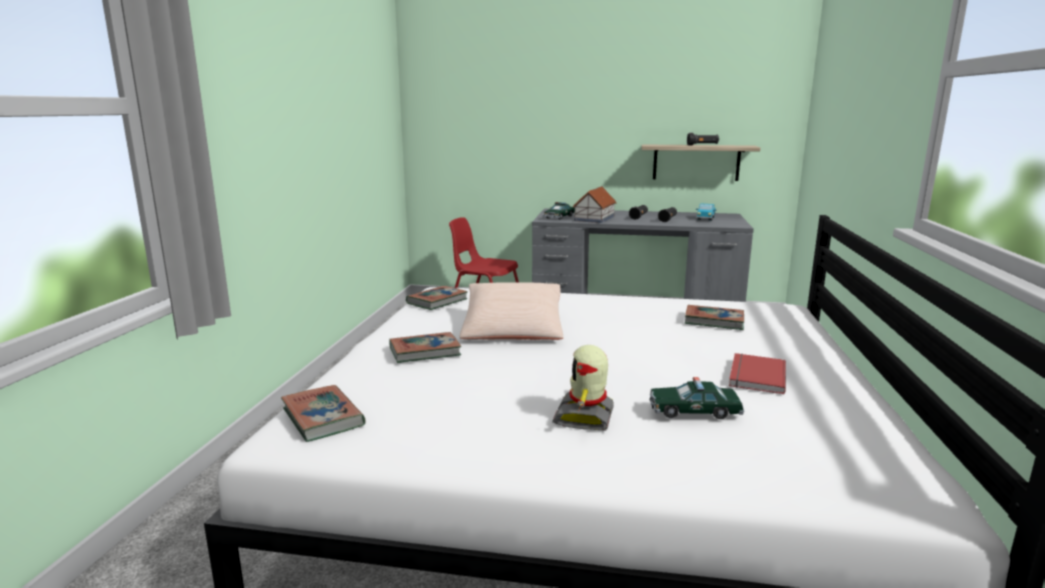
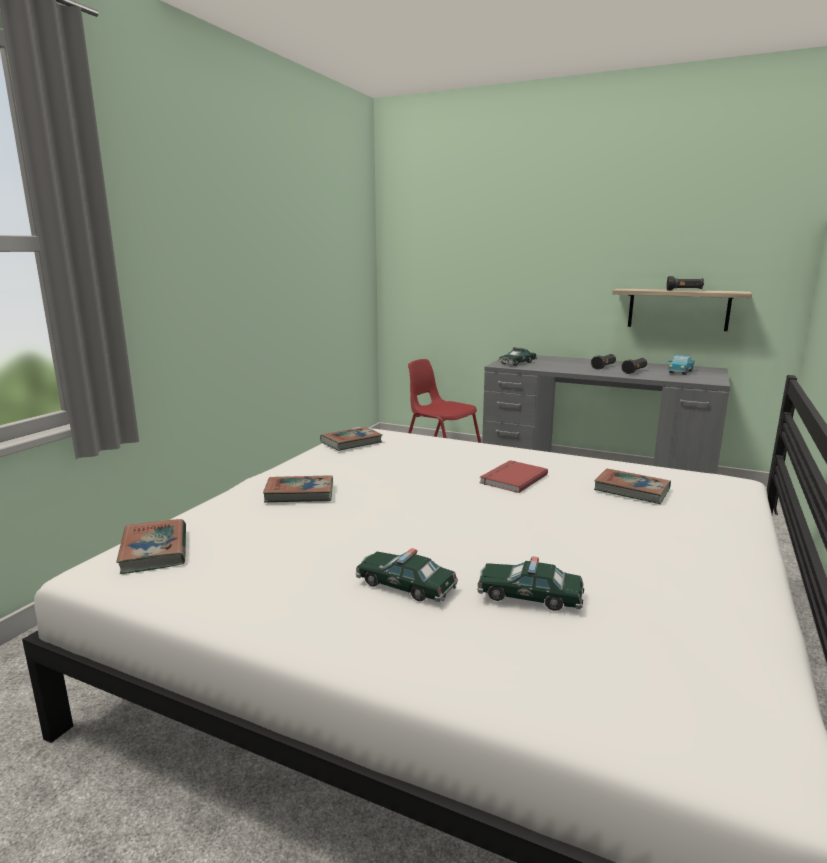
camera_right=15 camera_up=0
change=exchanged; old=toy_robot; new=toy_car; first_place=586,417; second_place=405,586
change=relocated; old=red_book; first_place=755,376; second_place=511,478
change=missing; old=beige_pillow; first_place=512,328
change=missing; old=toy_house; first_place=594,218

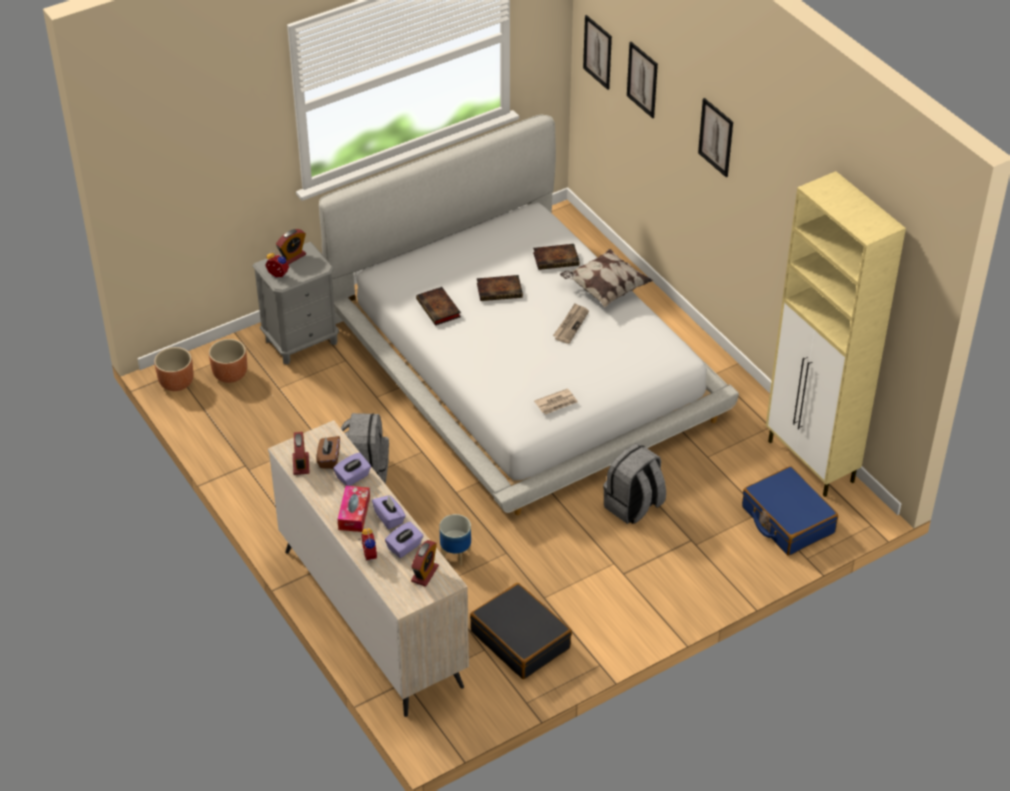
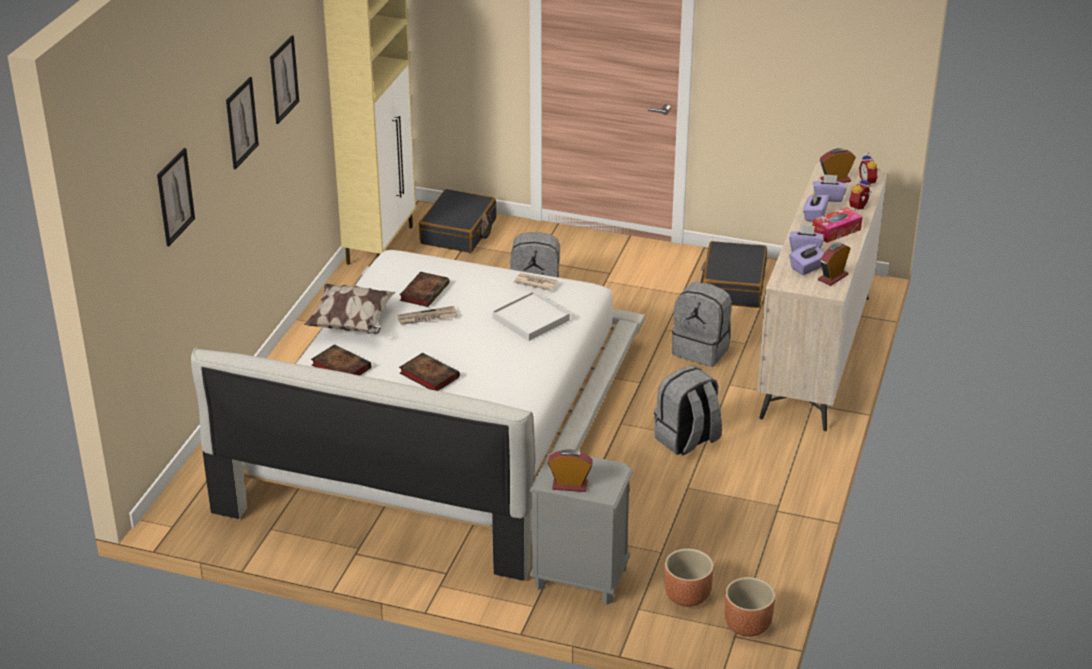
camera_right=-130 camera_up=-10
change=relocated; old=picture; first_place=597,52; second_place=284,79
change=relocated; old=book; first_place=439,309; second_place=424,291
change=colour; old=blue_suitcase; new=black_suitcase; first_place=787,520; second_place=459,232
change=appeared; new=white_tray; second_place=531,319
change=exchanged; old=planter; new=grey_backpack; first_place=455,554; second_place=702,350
change=colour; old=brown_tissue_box; new=purple_tissue_box; first_place=329,459; second_place=807,268
change=relocated; old=alarm_clock; first_place=277,275; second_place=868,182

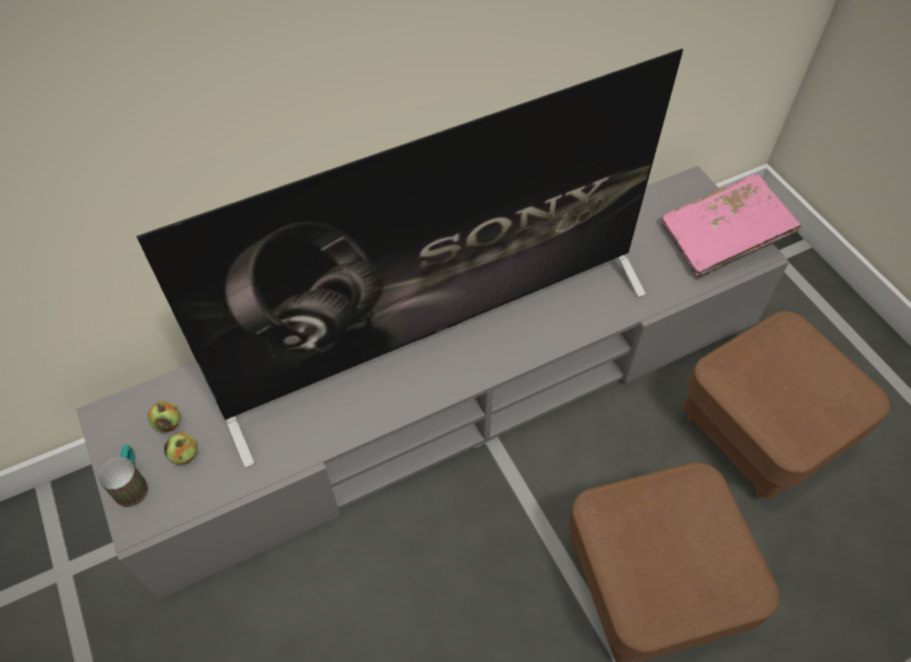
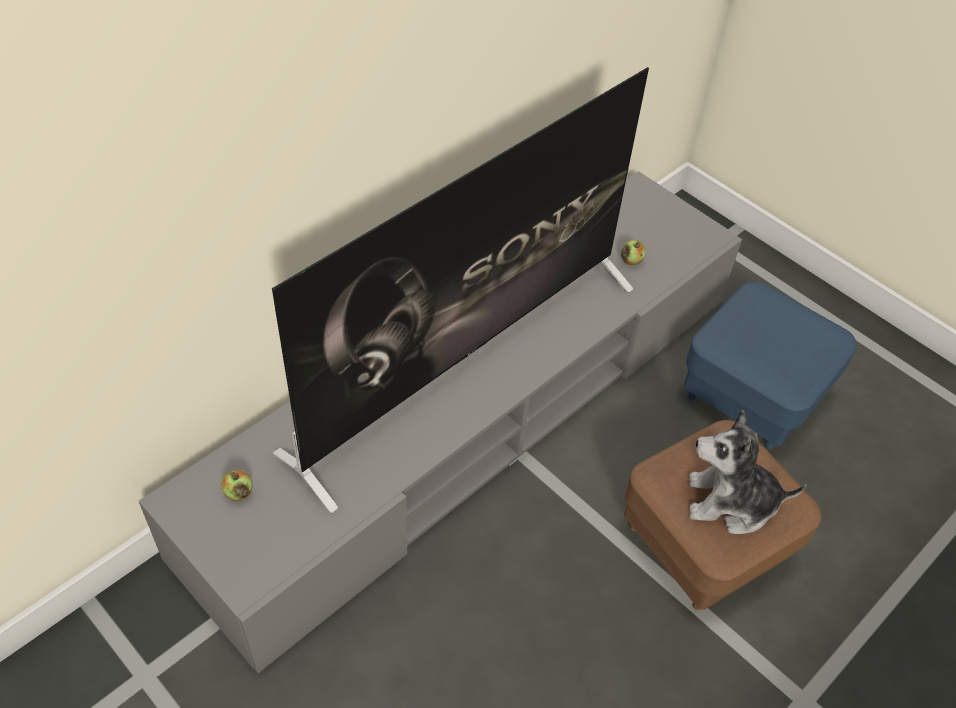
camera_right=-20 camera_up=-5
change=relocated; old=apple; first_place=185,455; second_place=631,260
change=colour; old=brown_ottoman; new=blue_ottoman; first_place=760,432; second_place=752,395
change=appeared; new=plush_toy; second_place=730,502
change=missing; old=mug; first_place=133,484
change=missing; old=pink_book; first_place=722,238

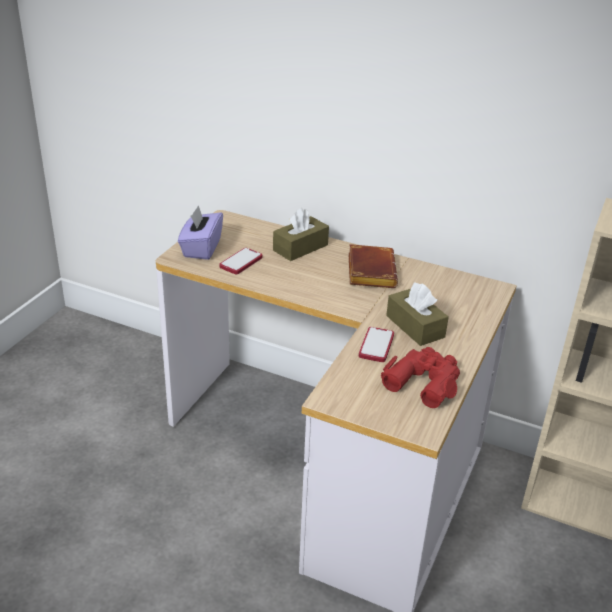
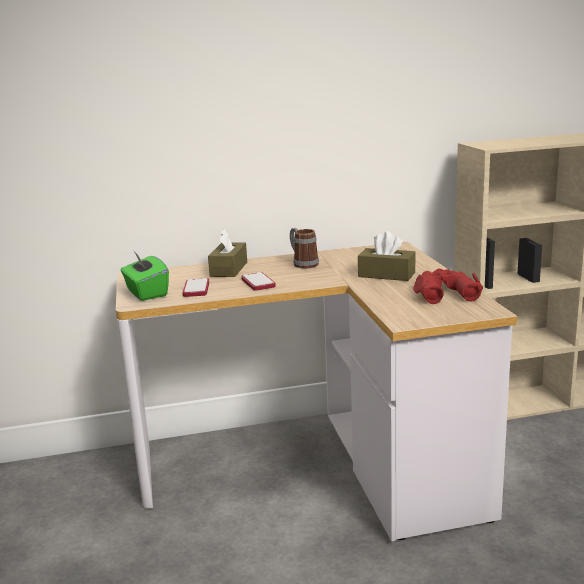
camera_right=-35 camera_up=-15
change=colour; old=purple_tissue_box; new=green_tissue_box; first_place=201,248; second_place=146,293
change=relocated; old=phone; first_place=376,346; second_place=258,283
change=exchanged; old=brown_book; new=mug; first_place=369,271; second_place=303,263

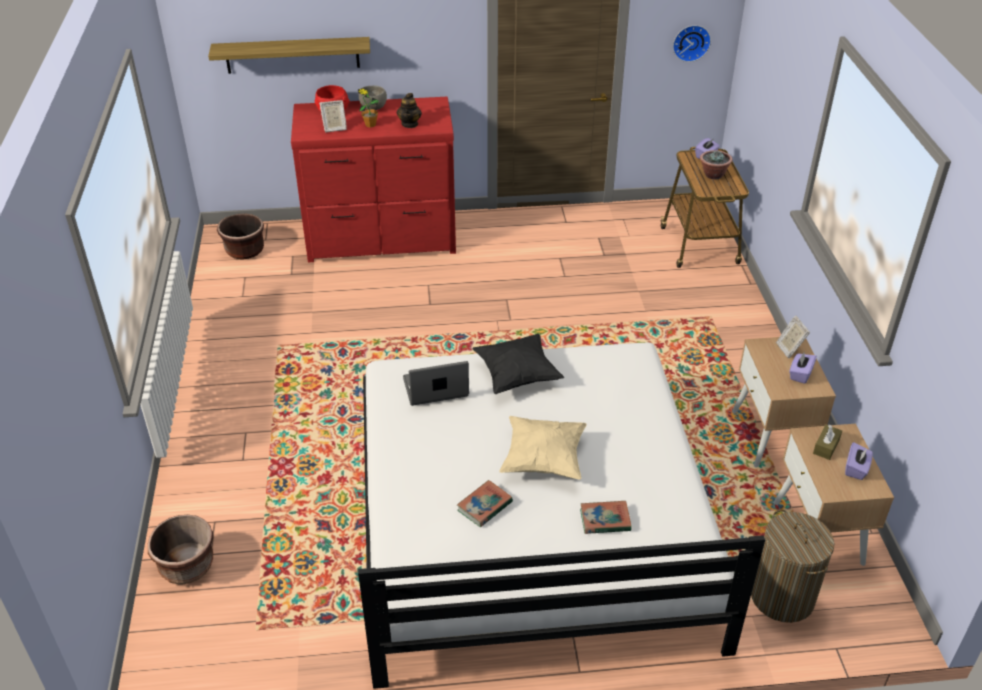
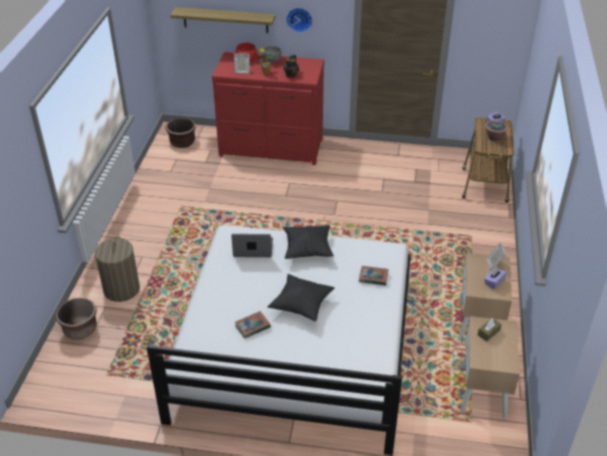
camera_right=15 camera_up=0
change=relocated; old=laundry_basket; first_place=782,597; second_place=121,289
change=colour; old=beige_pillow; new=black_pillow; first_place=543,460; second_place=301,305
change=relocated; old=wall_clock; first_place=691,42; second_place=299,19
change=relocated; old=book; first_place=605,520; second_place=373,277
change=missing; old=purple_tissue_box; first_place=856,469

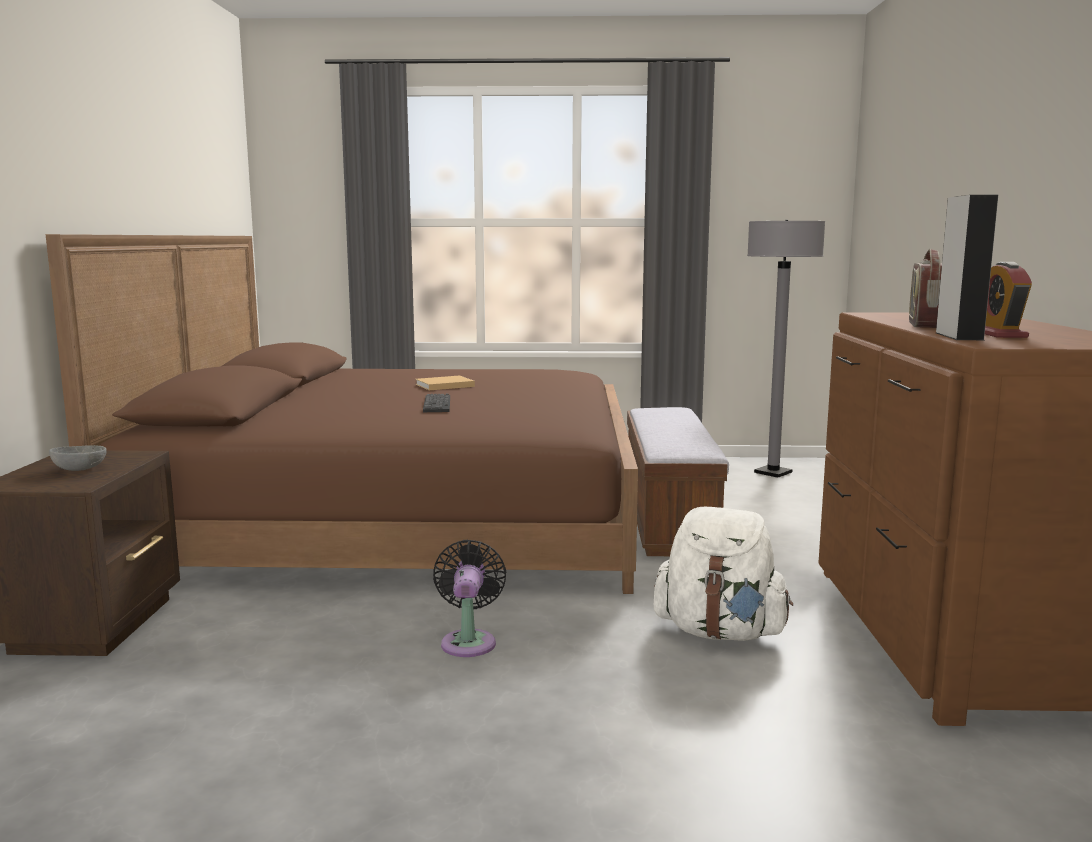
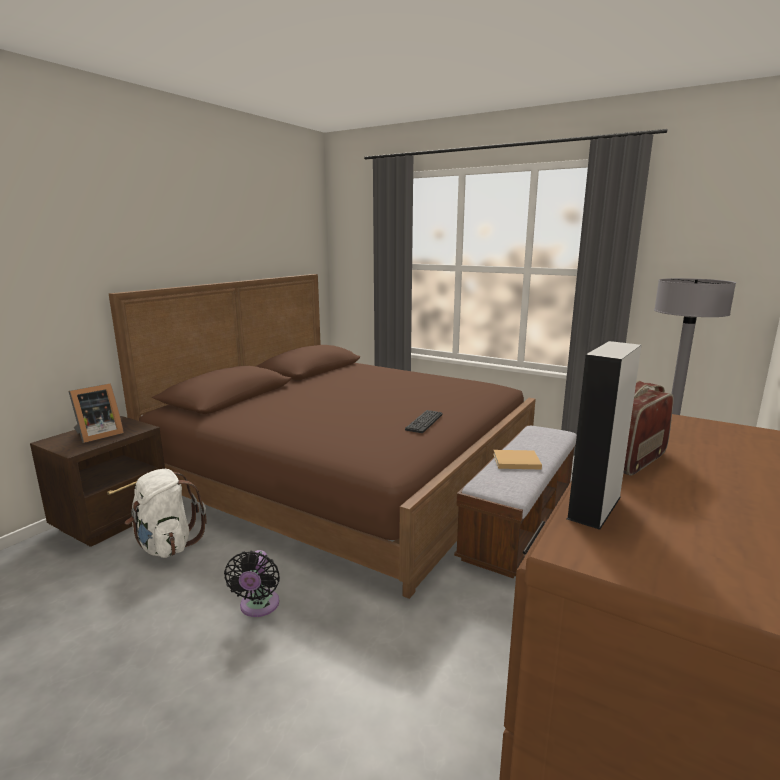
camera_right=30 camera_up=5
change=exchanged; old=grey_bowl; new=picture_frame; first_place=79,469; second_place=97,435
change=relocated; old=white_backpack; first_place=720,632; second_place=166,545
change=spun; old=black_fan; first_place=469,641; second_place=258,607; degrees=150
change=relocated; old=keyboard; first_place=437,404; second_place=424,422
change=relocated; old=beige_book; first_place=443,385; second_place=515,461
change=missing; old=alarm_clock; first_place=999,334

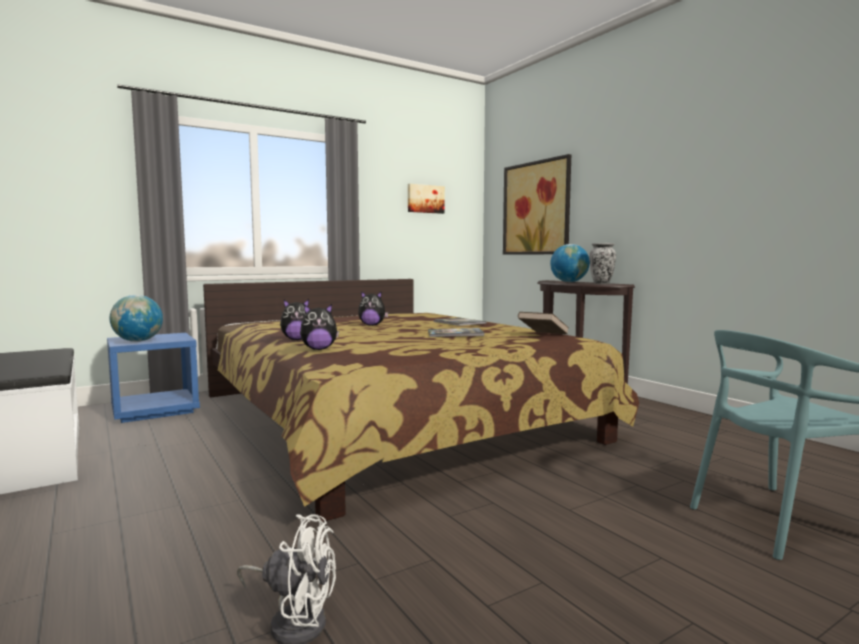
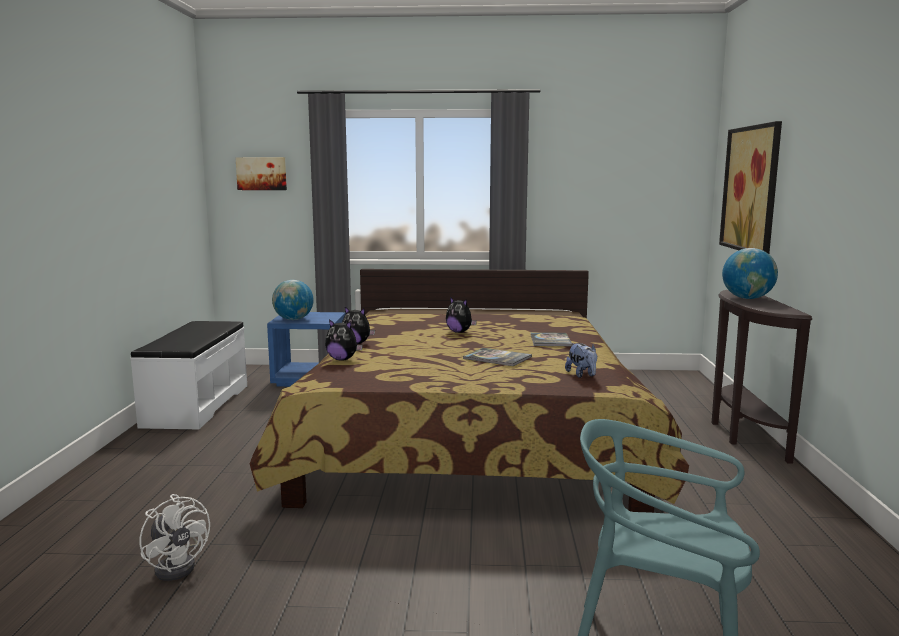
camera_right=35 camera_up=5
change=relocated; old=picture; first_place=425,199; second_place=262,173
change=exchanged; old=brown_book; new=plush_toy; first_place=543,335; second_place=582,375
change=missing; old=vase; first_place=601,283

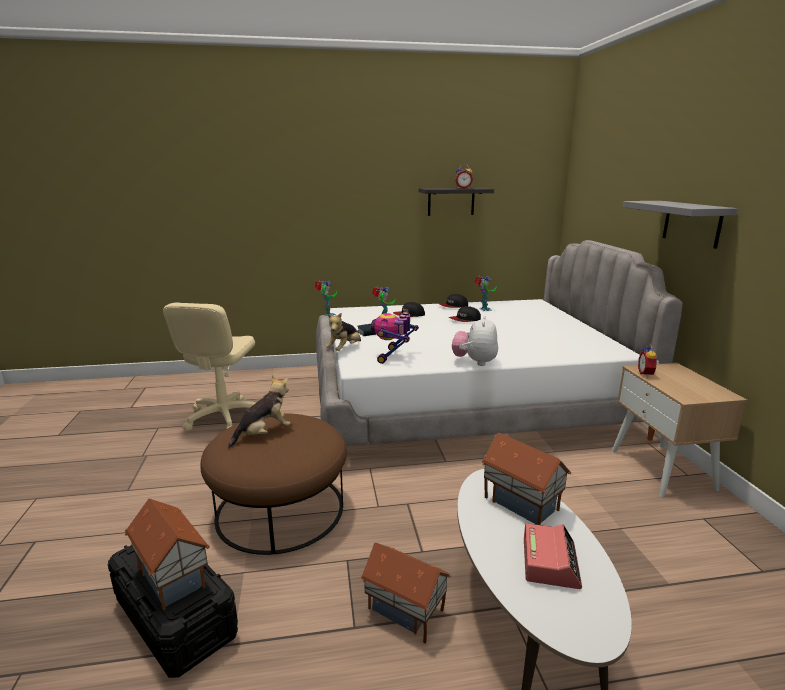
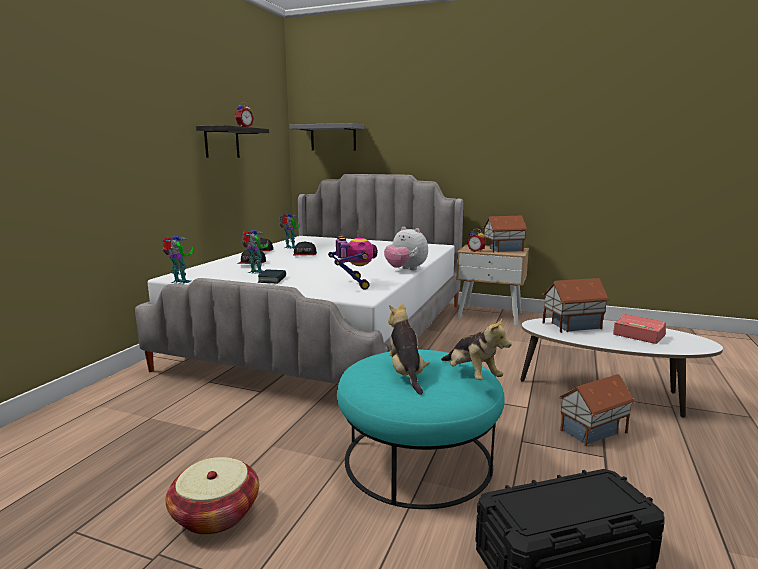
camera_right=-60 camera_up=-5
change=appeared; new=basket; second_place=216,514
change=relocated; old=grey_shelf; first_place=692,223; second_place=333,138
change=spun; old=toy_robot; first_place=393,356; second_place=353,284; degrees=-150
change=colour; old=brown_ottoman; new=turquoise_ottoman; first_place=280,509; second_place=417,459
change=relocated; old=plush_toy; first_place=344,349; second_place=472,375
change=relocated; old=toy_house; first_place=174,575; second_place=503,249
change=missing; old=beige_office_chair; first_place=223,417

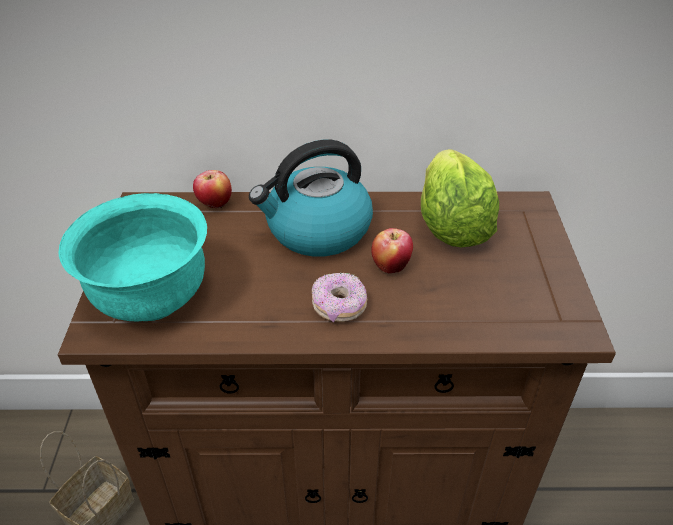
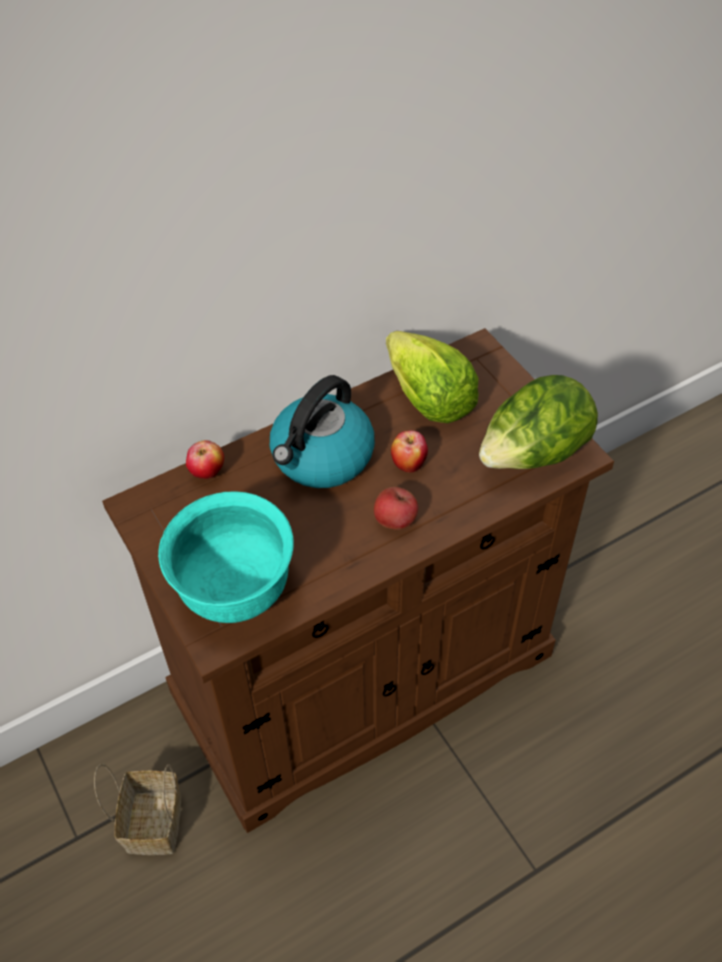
camera_right=-30 camera_up=10
change=exchanged; old=donut; new=apple; first_place=339,306; second_place=395,520
change=appeared; new=lettuce; second_place=533,455

